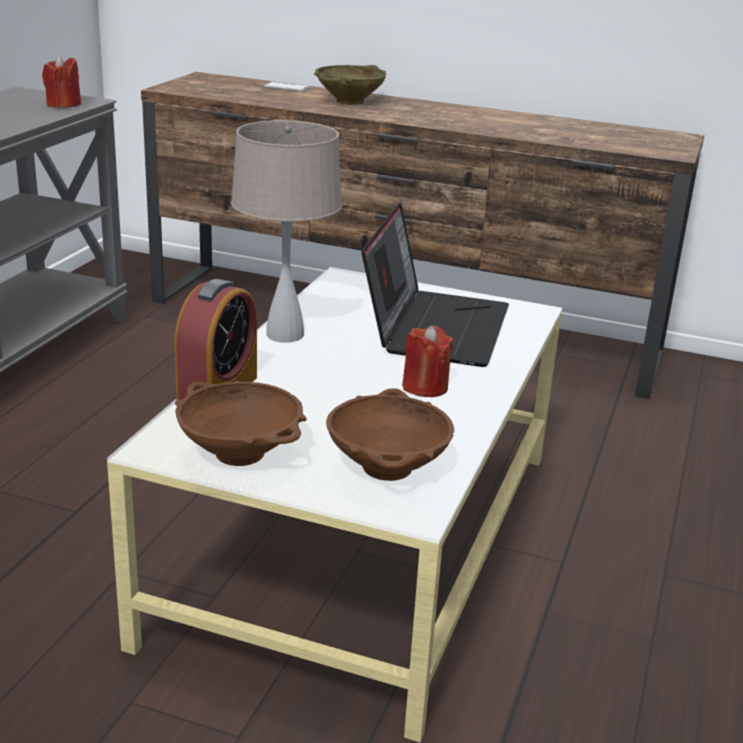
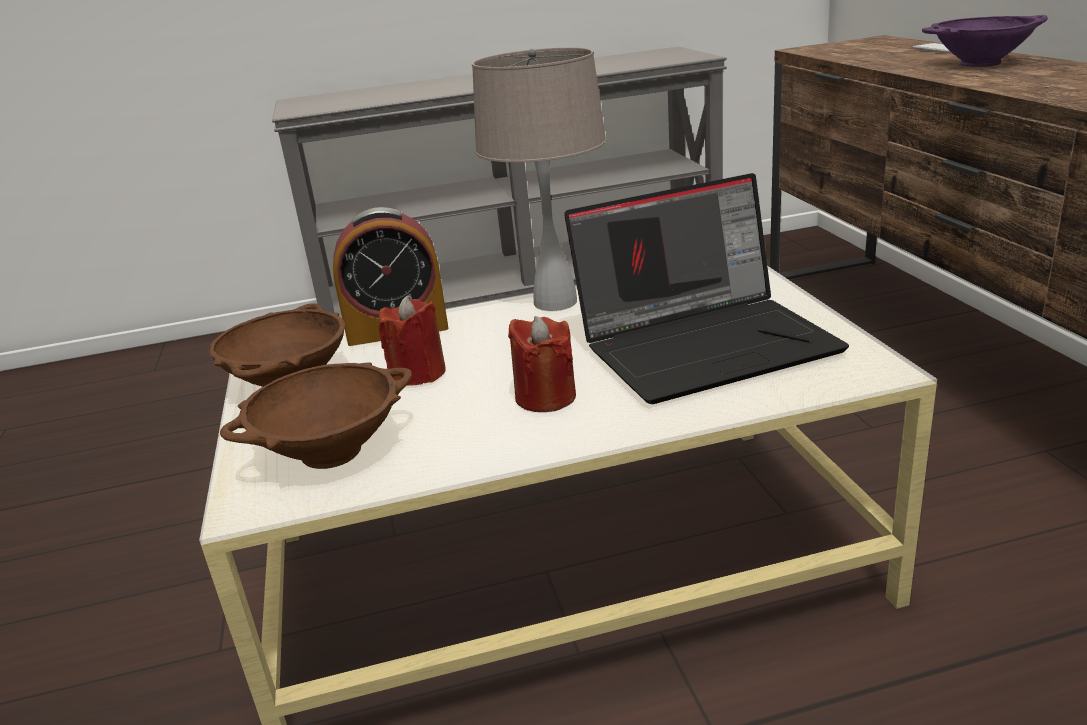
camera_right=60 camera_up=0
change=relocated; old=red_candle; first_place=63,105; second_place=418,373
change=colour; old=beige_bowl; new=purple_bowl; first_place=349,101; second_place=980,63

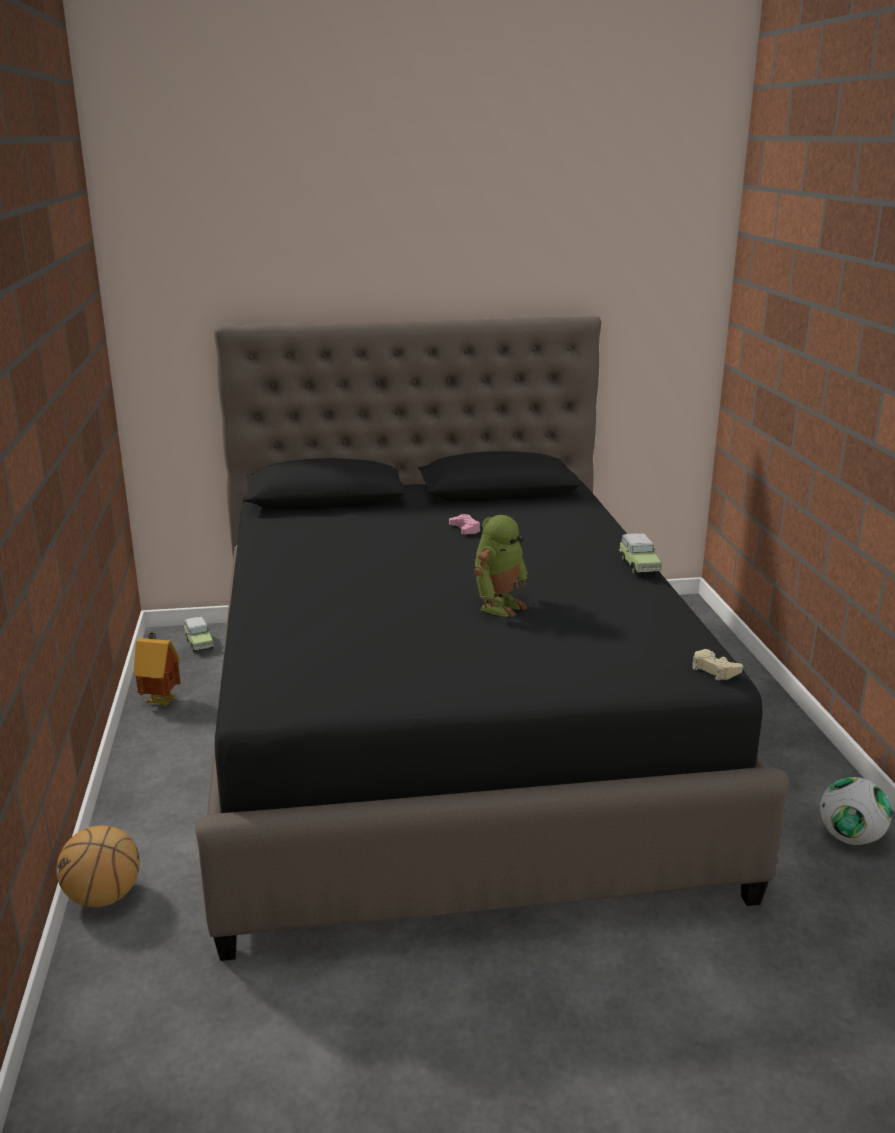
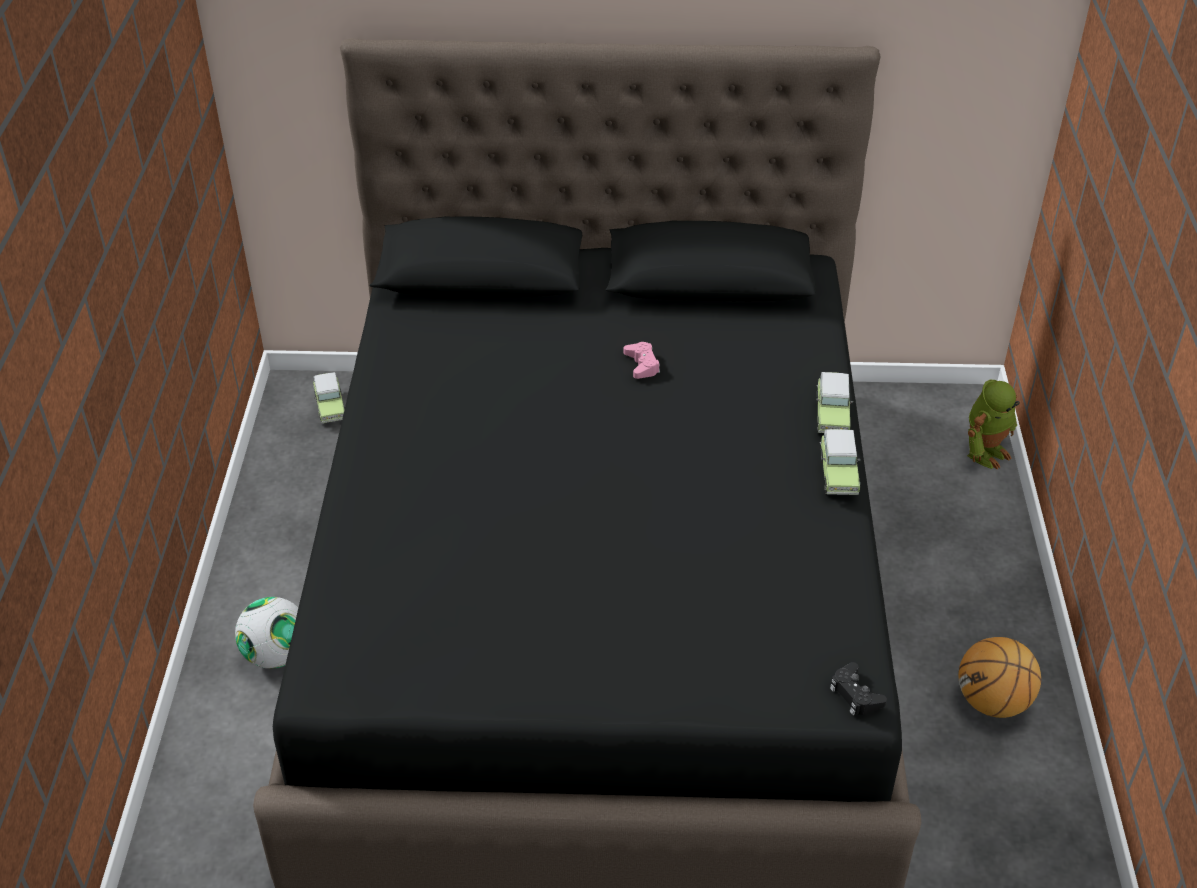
camera_right=10 camera_up=20
change=relocated; old=football; first_place=850,838; second_place=276,655
change=appeared; new=toy_car; second_place=832,415
change=colour; old=beige_game_controller; new=black_game_controller; first_place=714,670; second_place=855,694
change=relocated; old=basketball; first_place=104,897; second_place=992,702
change=relocated; old=toy_robot; first_place=499,605; second_place=985,451
change=missing; old=toy_house; first_place=161,701

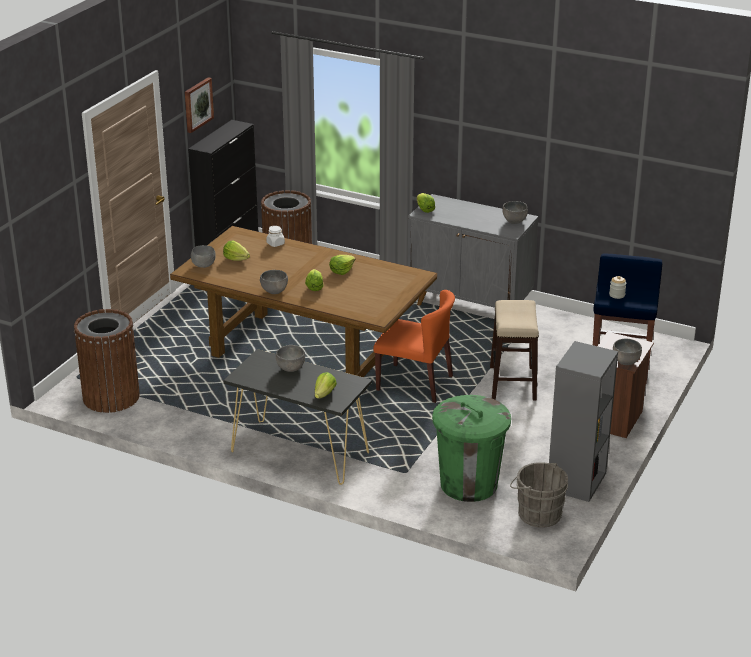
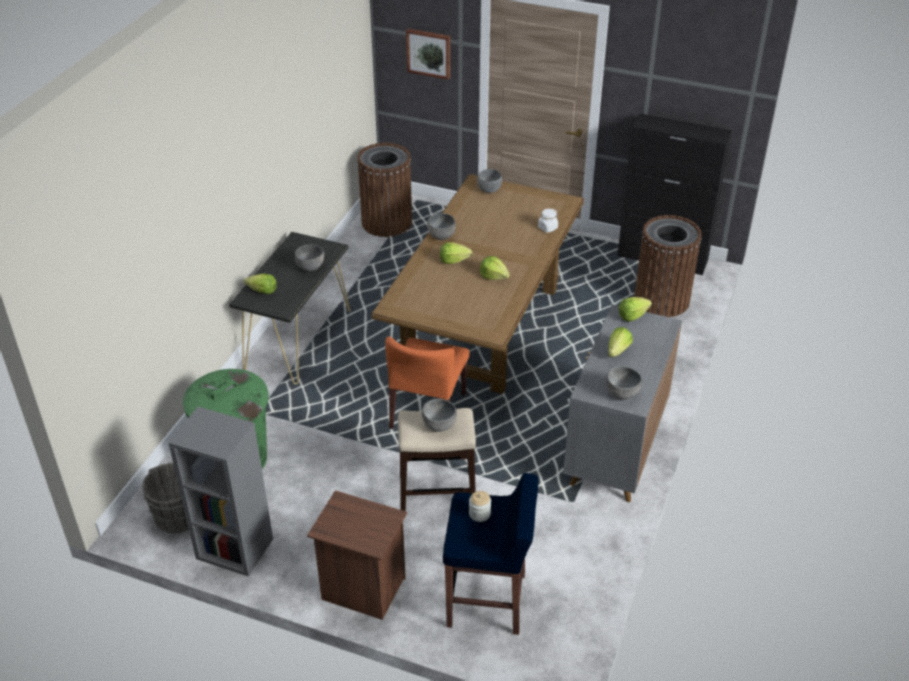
camera_right=85 camera_up=10
change=relocated; old=picture; first_place=197,104; second_place=429,53
change=relocated; old=grey_bowl; first_place=626,362; second_place=439,426
change=relocated; old=lettuce; first_place=236,259; second_place=618,351

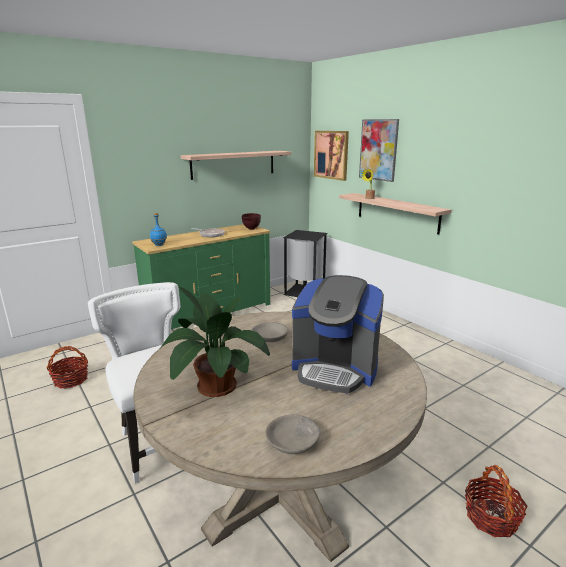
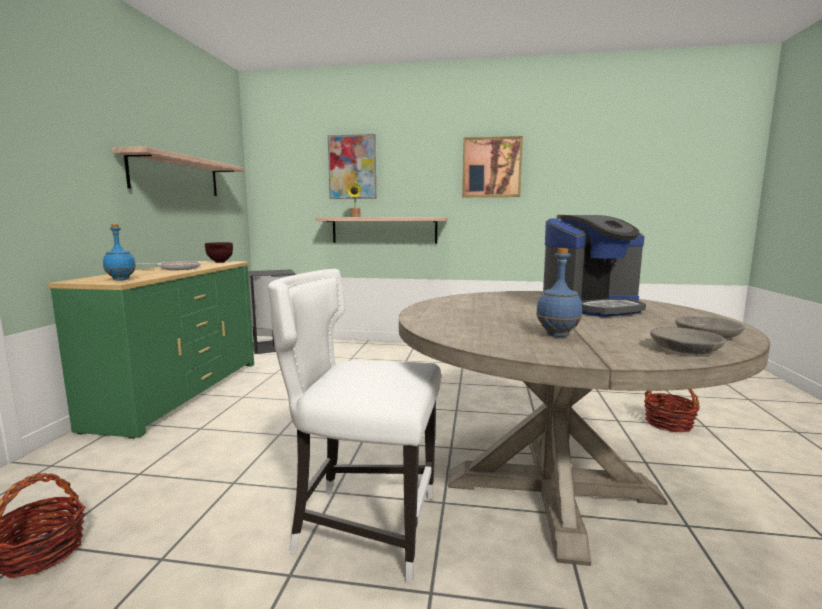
camera_right=-45 camera_up=-10
change=relocated; old=picture; first_place=331,155; second_place=491,167
change=exchanged; old=potted_plant; new=blue_bottle; first_place=213,385; second_place=557,335
change=relocated; old=grey_bowl; first_place=269,337; second_place=684,349

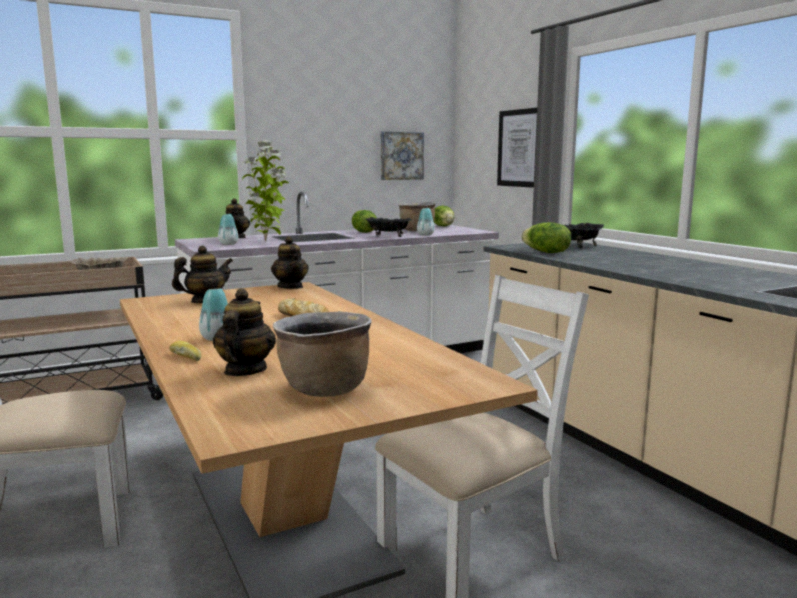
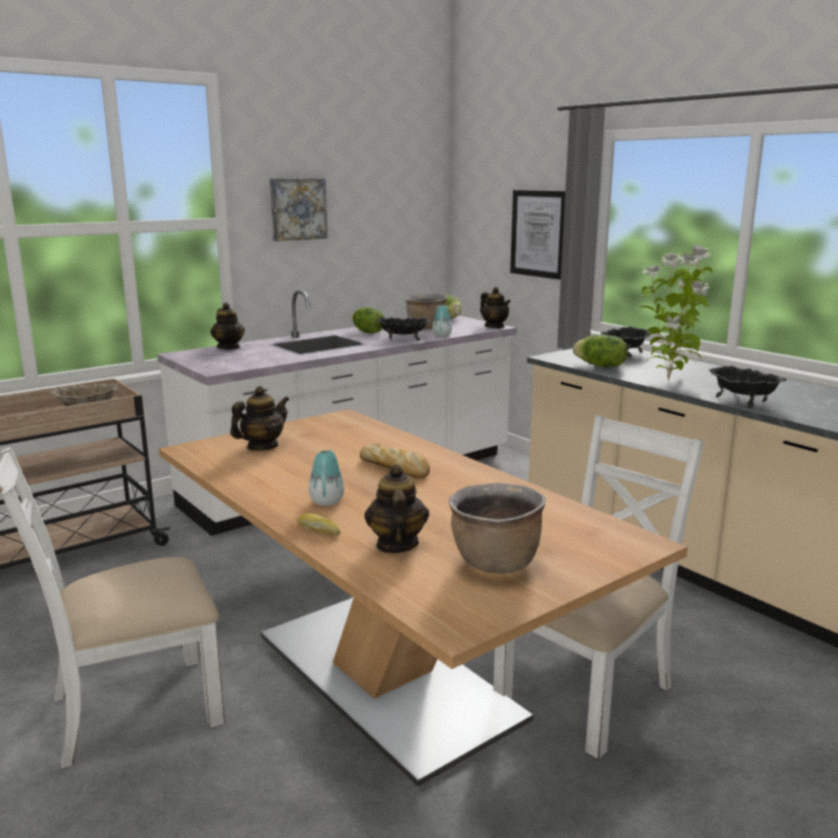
camera_right=-10 camera_up=5
change=relocated; old=picture; first_place=401,156; second_place=297,209
change=relocated; old=teapot; first_place=290,287; second_place=494,327
change=relocated; old=potted_plant; first_place=267,241; second_place=669,380
change=appeared; new=black_bowl; second_place=744,401
change=missing; old=vase; first_place=228,244

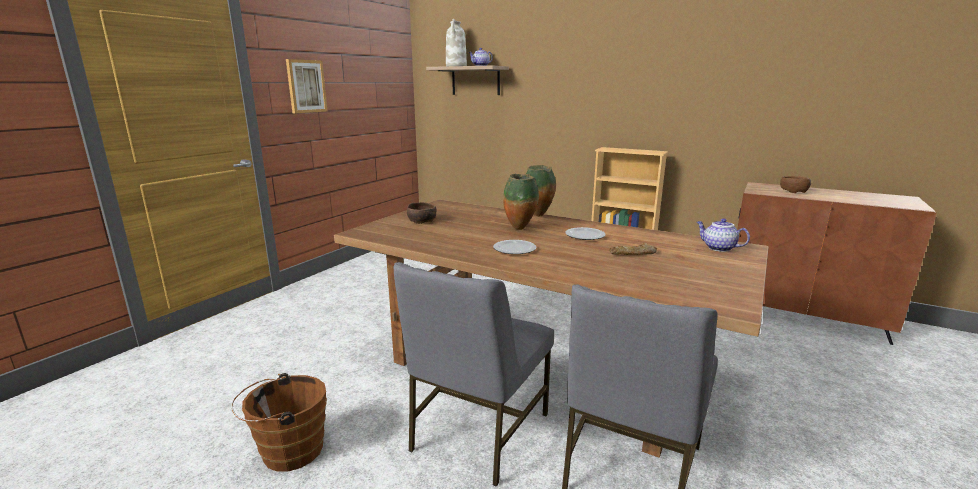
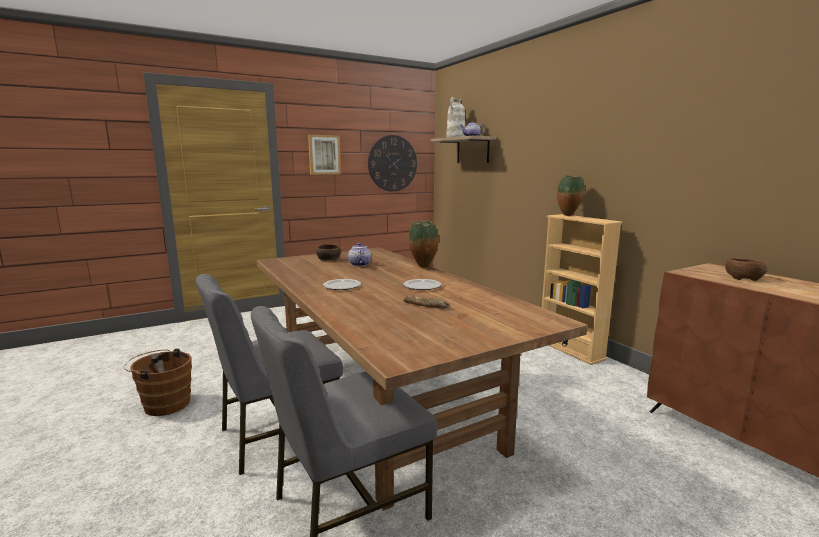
camera_right=30 camera_up=-5
change=relocated; old=teapot; first_place=718,248; second_place=359,264
change=appeared; new=wall_clock; second_place=392,163
change=relocated; old=vase; first_place=520,229; second_place=568,216

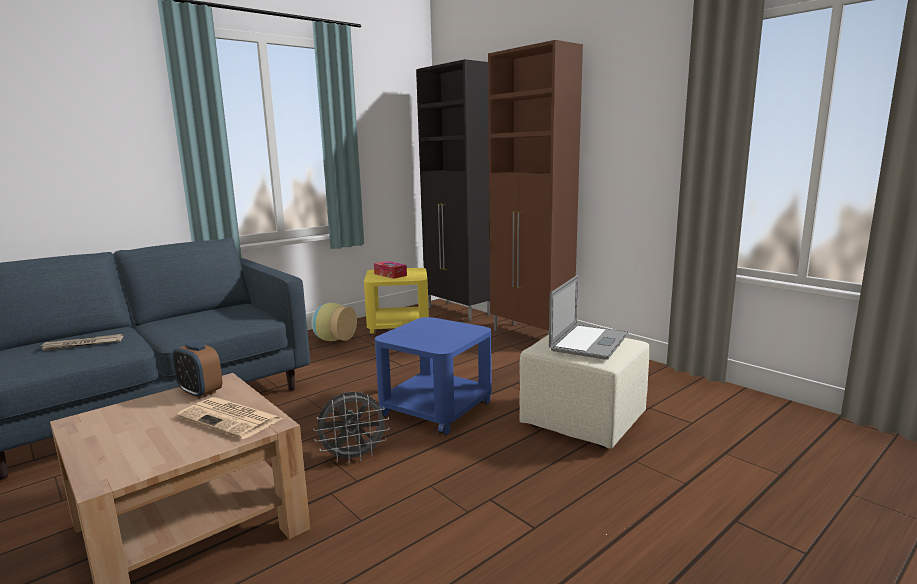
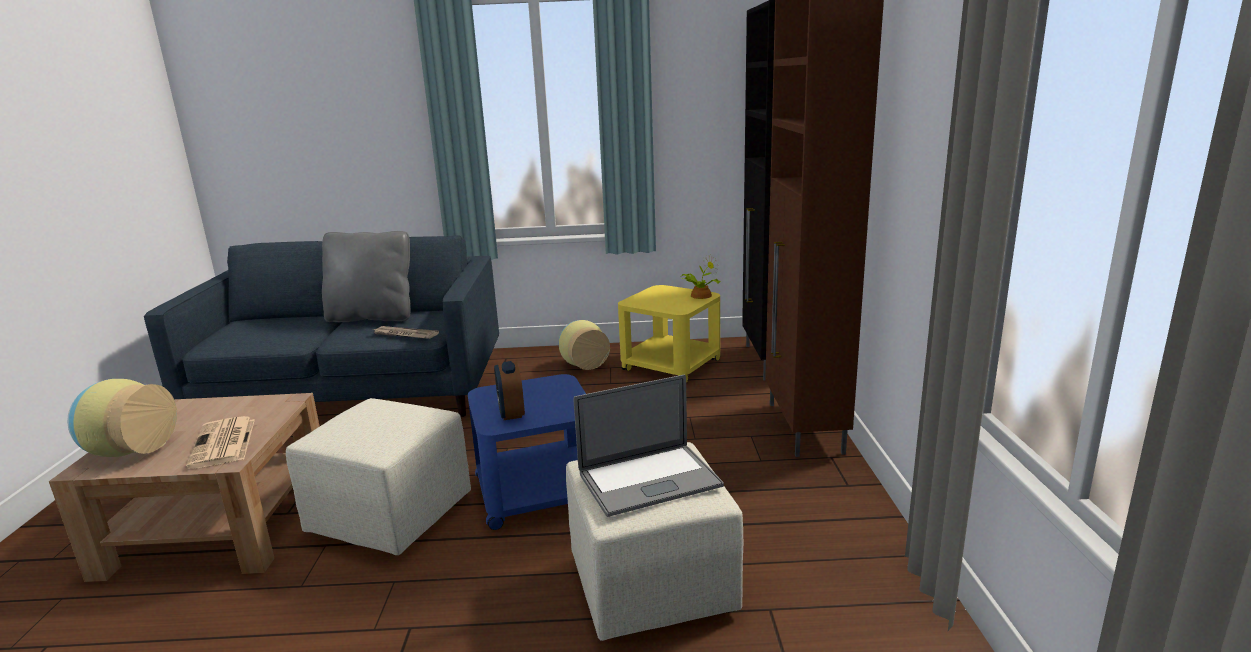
camera_right=40 camera_up=5
change=appeared; new=vase; second_place=128,451
change=exchanged; old=grey_fan; new=beige_ottoman; first_place=354,457; second_place=393,516
change=appeared; new=grey_pillow; second_place=373,317
change=relocated; old=newspaper; first_place=82,344; second_place=404,335
change=relocated; old=alarm_clock; first_place=200,392; second_place=511,413
change=appeared; new=potted_plant; second_place=699,295
change=missing; old=tissue_box; first_place=390,274

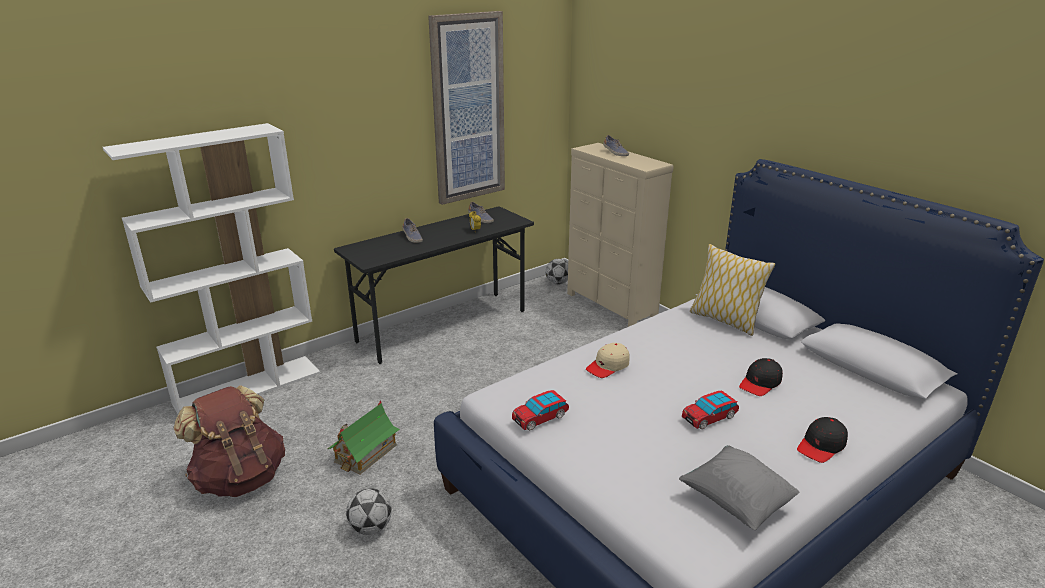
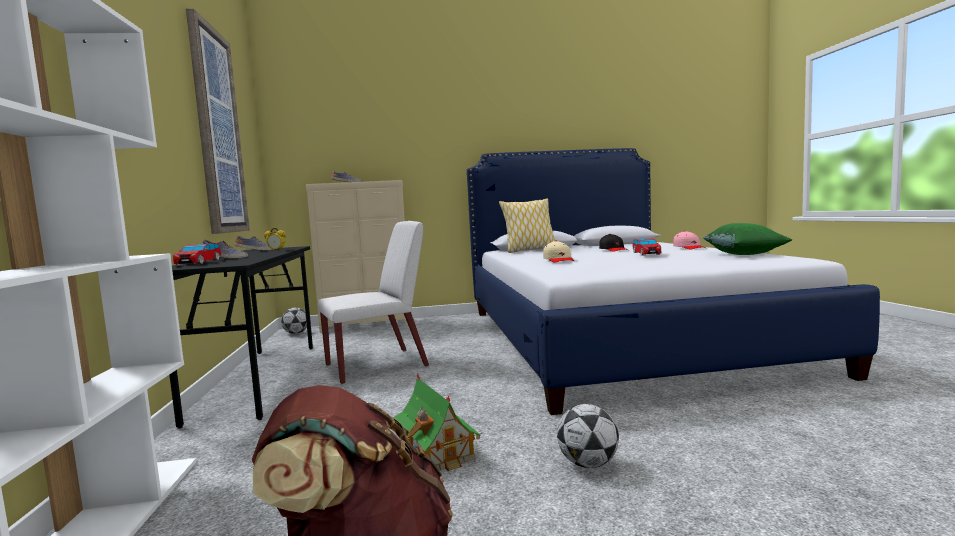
camera_right=-60 camera_up=-20
change=relocated; old=toy_car; first_place=540,417; second_place=199,263
change=appeared; new=white_chair; second_place=378,365
change=colour; old=black_cap; new=pink_cap; first_place=821,446; second_place=689,247
change=colour; old=grey_pillow; new=green_pillow; first_place=736,502; second_place=744,254

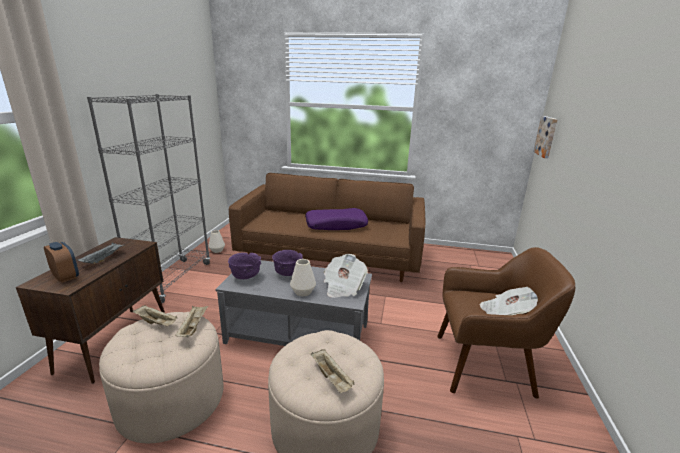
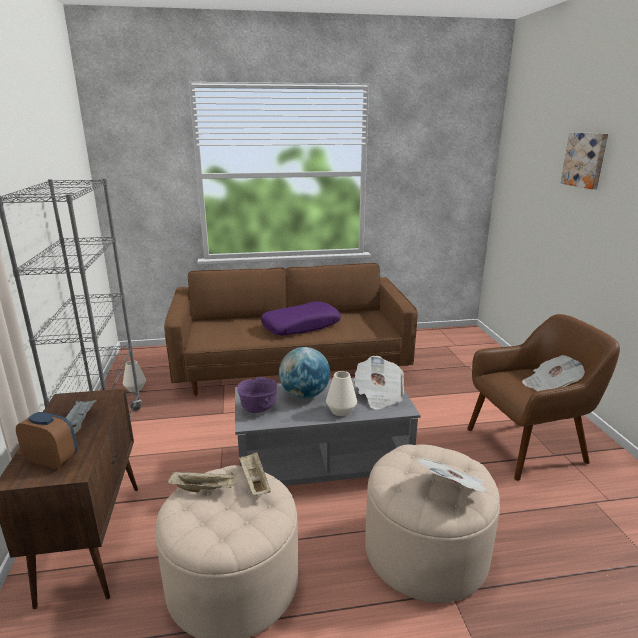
camera_right=-20 camera_up=0
change=exchanged; old=purple_bowl; new=globe; first_place=287,274; second_place=304,395
change=exchanged; old=beige_tray; new=newspaper; first_place=332,378; second_place=453,490
change=relocated; old=picture; first_place=547,136; second_place=585,160

